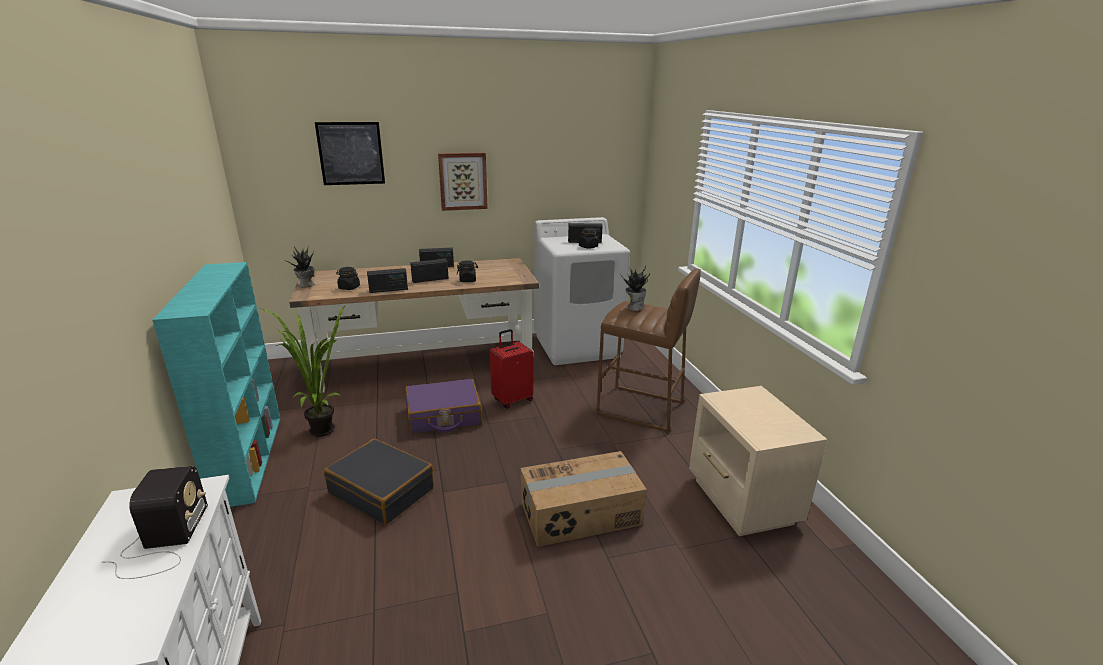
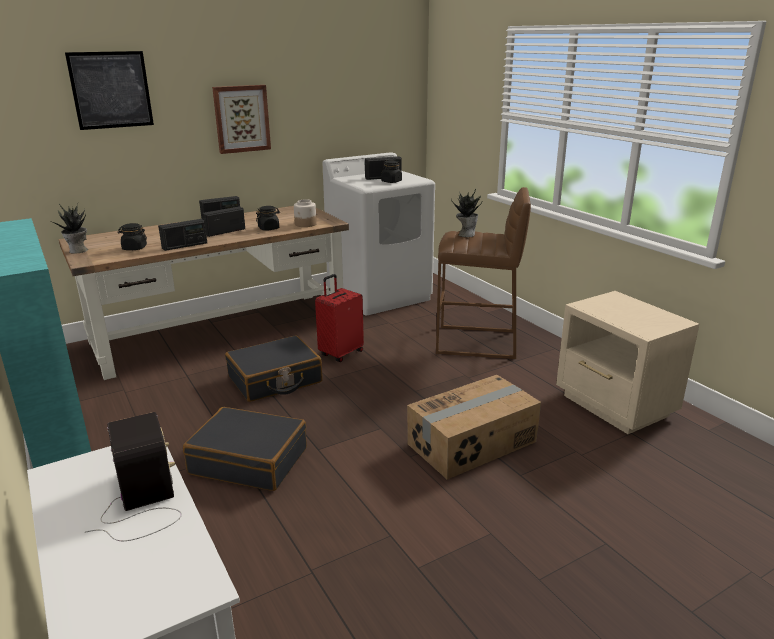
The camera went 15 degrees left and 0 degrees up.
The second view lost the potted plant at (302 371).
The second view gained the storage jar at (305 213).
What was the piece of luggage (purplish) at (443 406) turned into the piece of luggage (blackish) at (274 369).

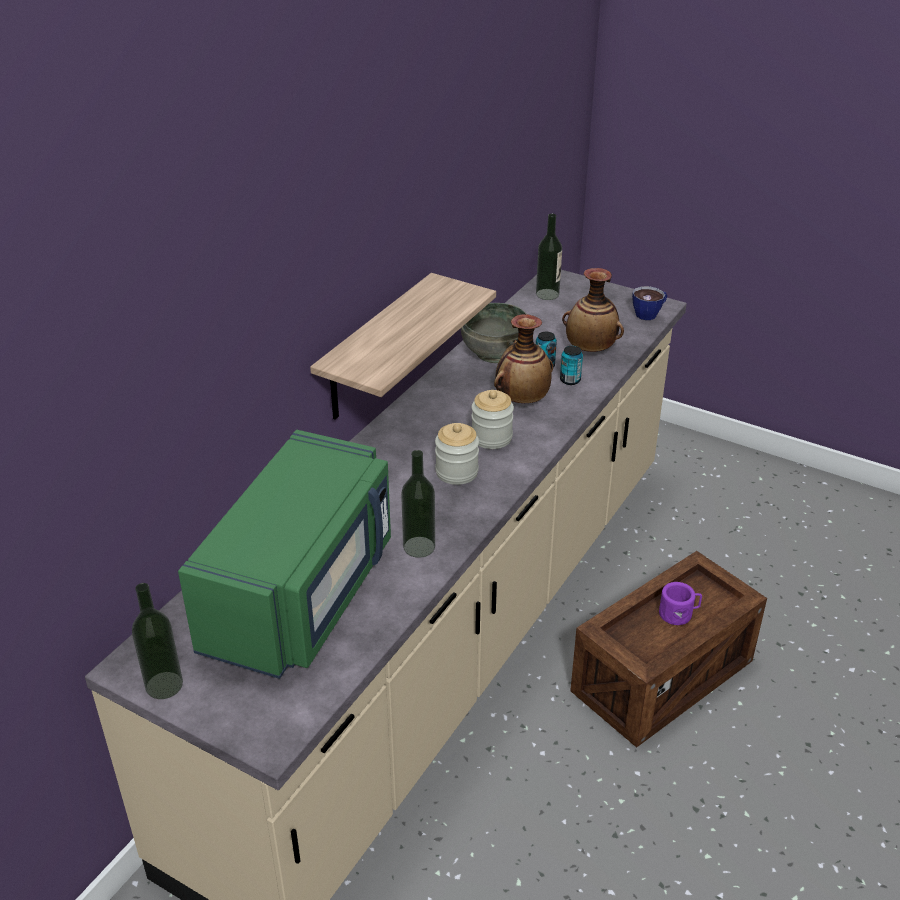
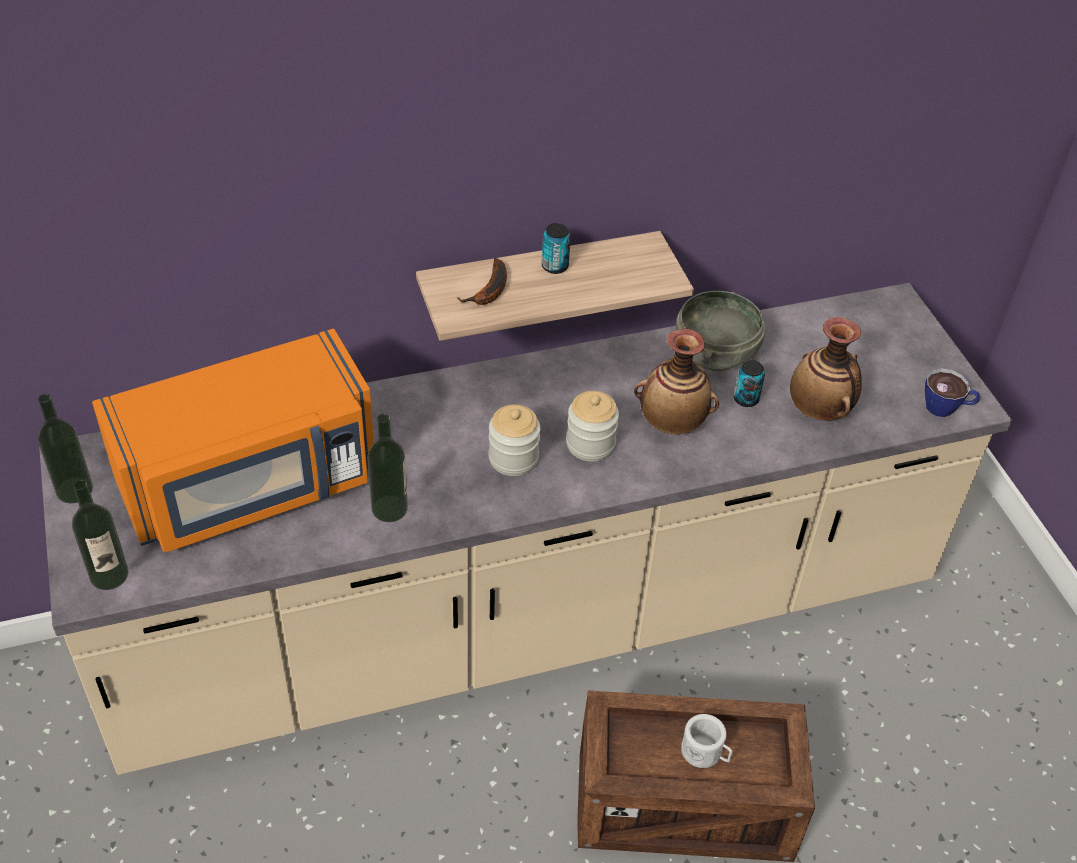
The camera went 40 degrees right and 10 degrees up.
The second view gained the banana at (482 281).
The beverage bottle ended up elsewhere, having gone from (549 257) to (100 535).
The sealed can ended up elsewhere, having gone from (571 365) to (556 248).
What was the microwave oven (green-coloured) at (284 554) turned into the microwave oven (orange-coloured) at (233 440).
What was the coffee mug (purplish) at (680 603) turned into the coffee mug (white-coloured) at (706 741).

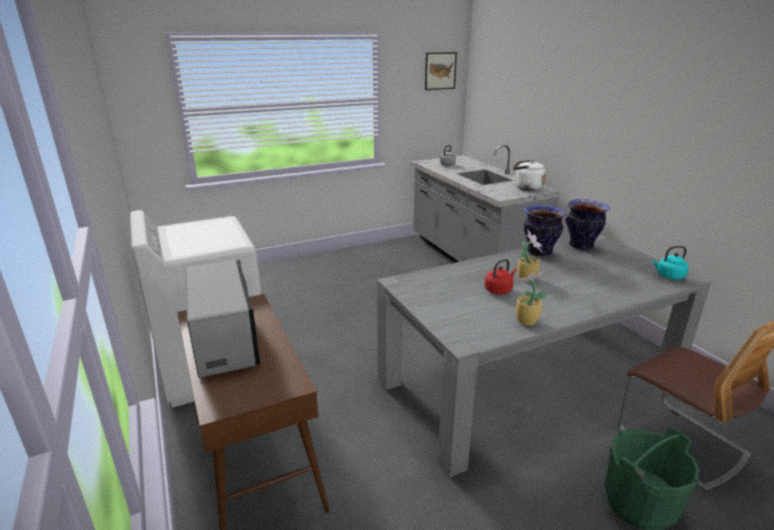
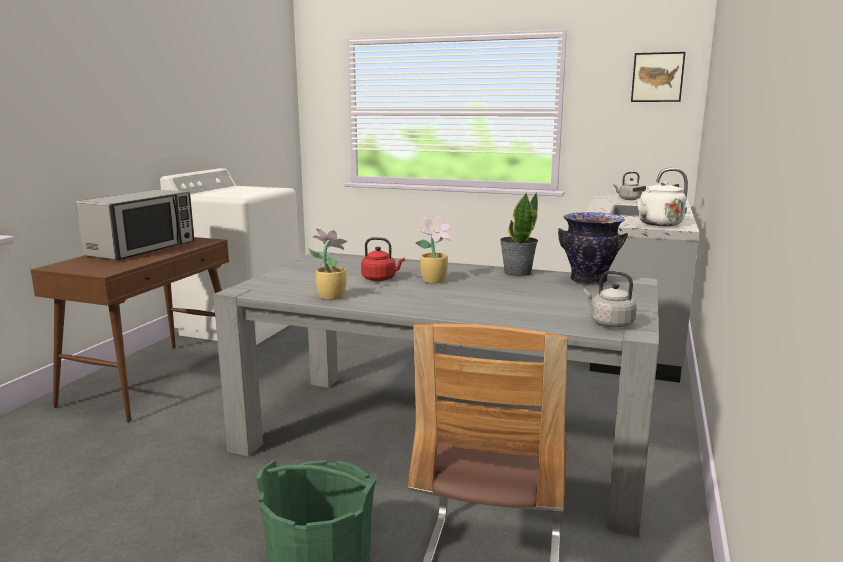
The camera went 45 degrees right and 10 degrees down.
Where the vase stood at (545 231), the potted plant came to stand at (519 234).
What was the kettle (turquoise-coloured) at (671 263) turned into the kettle (grey) at (610 299).

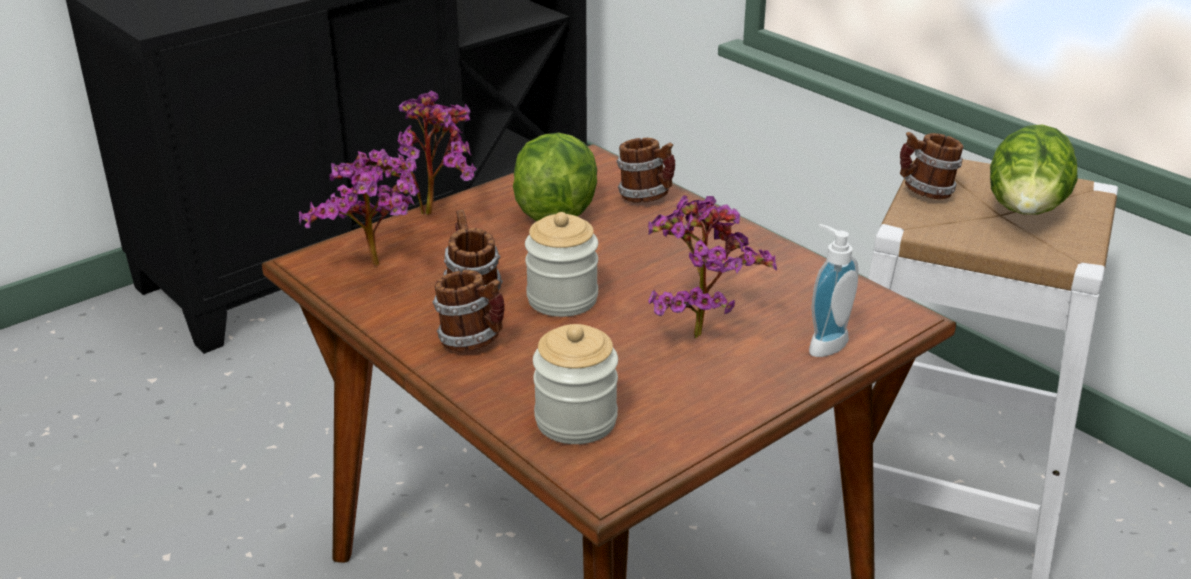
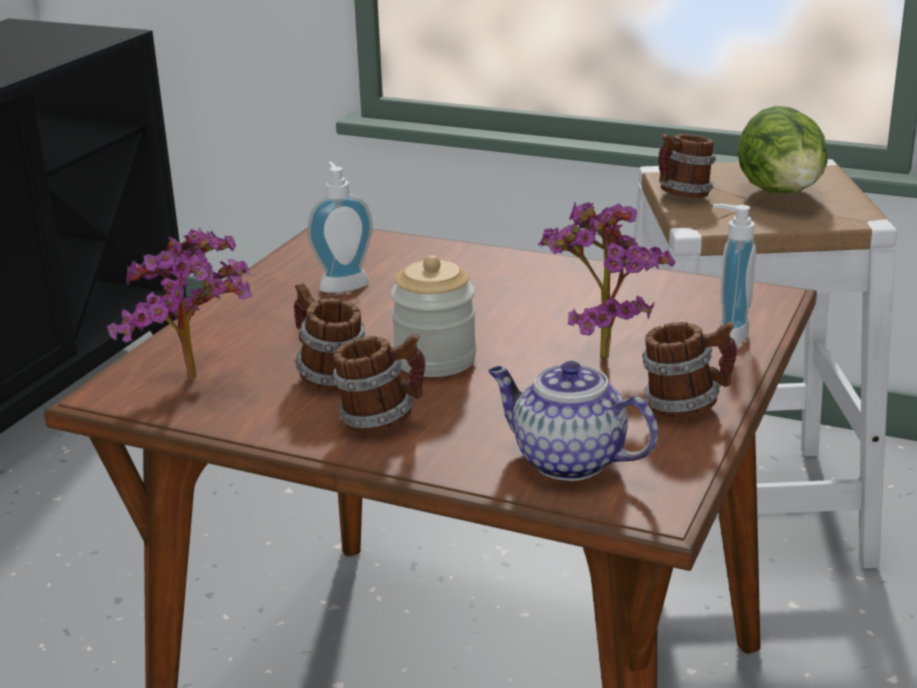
The camera went 25 degrees left and 5 degrees down.
The second view lost the potted plant at (430 152).
The coffee mug ended up elsewhere, having gone from (645 170) to (689 370).
Where the lettuce stood at (555 177), the liquid soap bottle came to stand at (340 227).
Where the storage jar stood at (575 384), the teapot came to stand at (573 421).

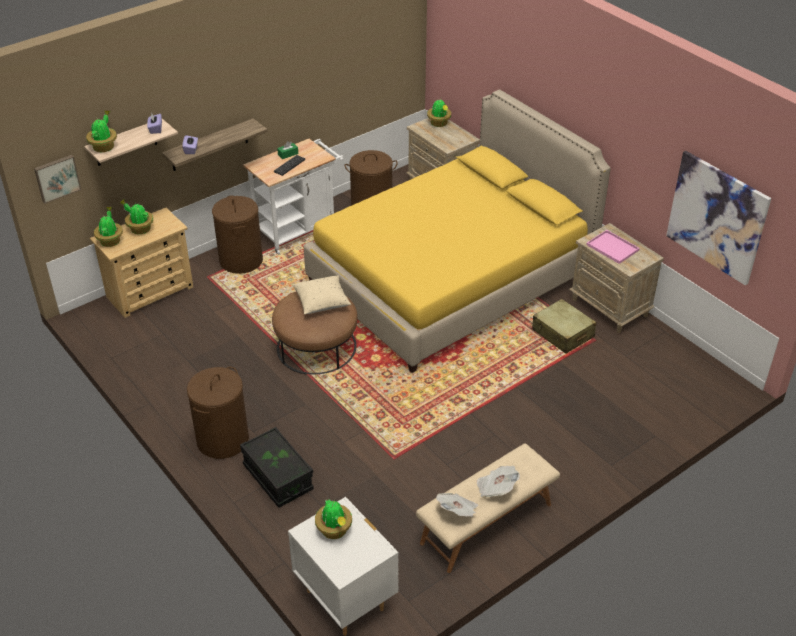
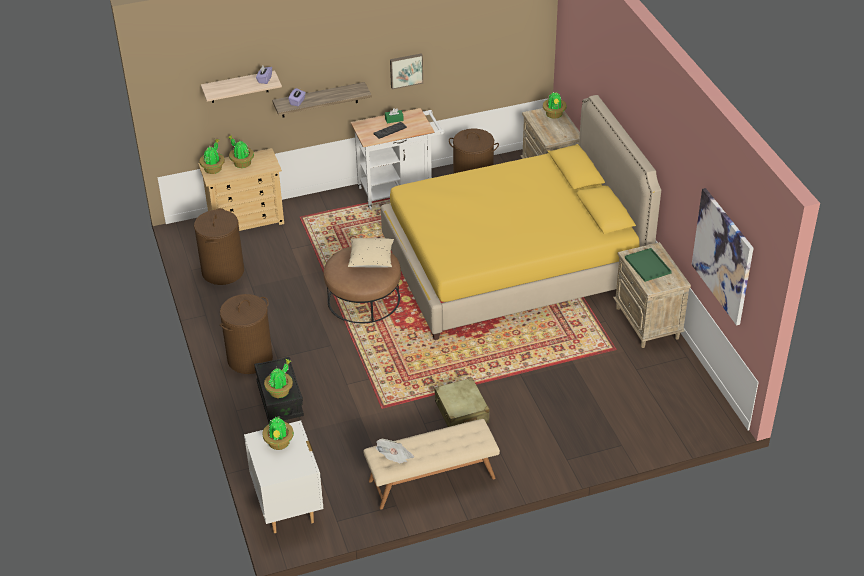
The camera went 20 degrees right and 0 degrees up.
The second view lost the printed paper at (498 481).
The wall picture ended up elsewhere, having gone from (57 179) to (406 71).
The potted plant ended up elsewhere, having gone from (101 131) to (278 378).
The laundry basket (brown-coloured) ended up elsewhere, having gone from (237 234) to (219 246).
The piece of luggage (beige-coloured) ended up elsewhere, having gone from (564 326) to (462 402).
What was the serving tray (pink) at (613 247) turned into the serving tray (green-coloured) at (648 265).

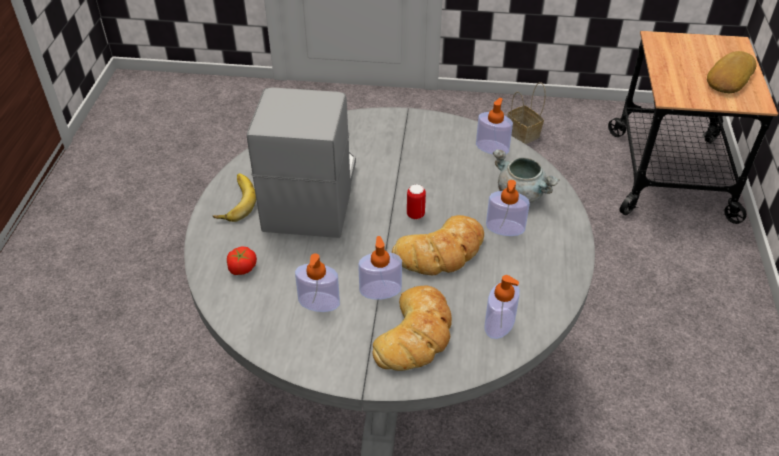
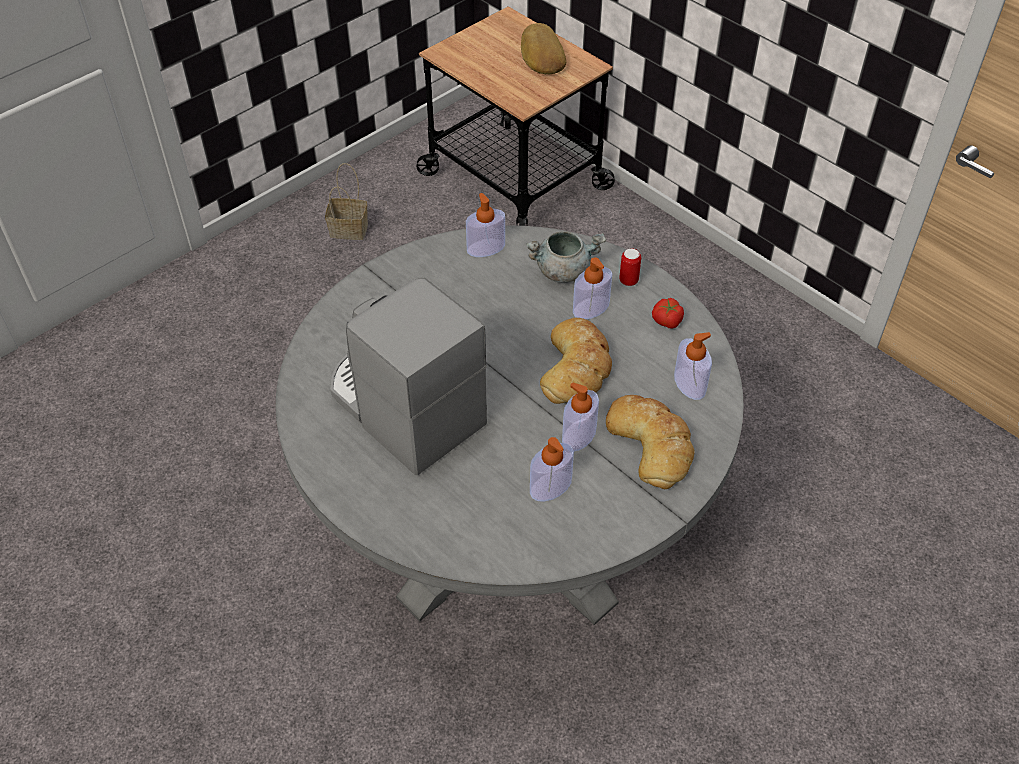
The camera went 50 degrees left and 5 degrees up.
The second view lost the banana at (234 197).
The whole tomato ended up elsewhere, having gone from (242 260) to (668 313).
The sealed can ended up elsewhere, having gone from (416 201) to (630 267).

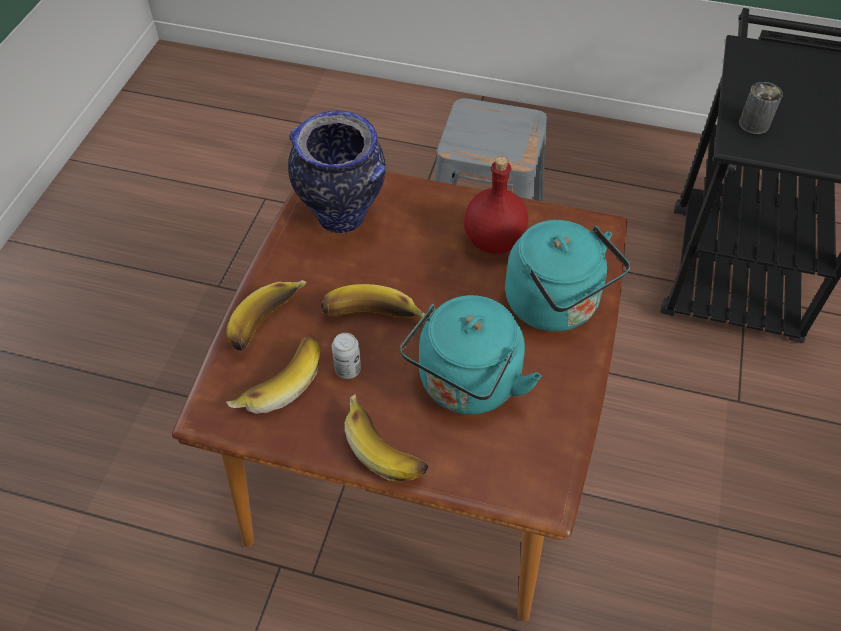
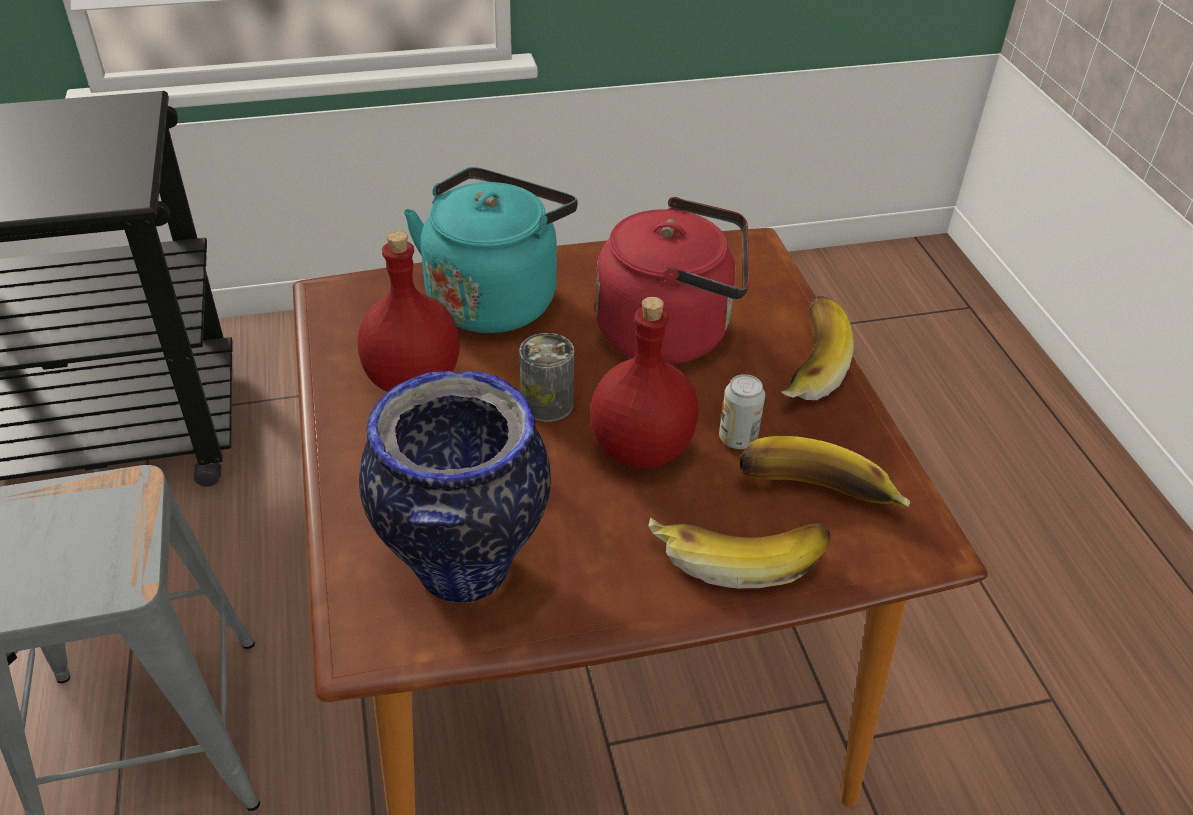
The camera went 120 degrees left and 10 degrees down.
The sealed can ended up elsewhere, having gone from (761 108) to (547 377).
Where the banana stood at (373 301), the beverage bottle (reddish) came to stand at (644 382).
What was the kettle (turquoise-coloured) at (470 355) turned into the kettle (reddish) at (672 280).

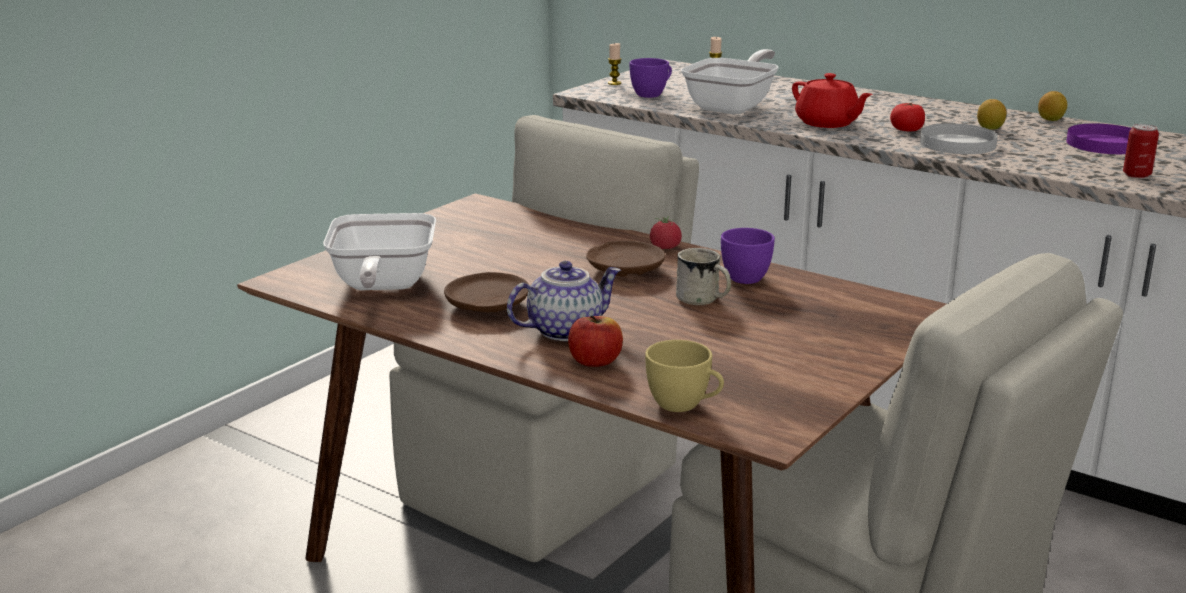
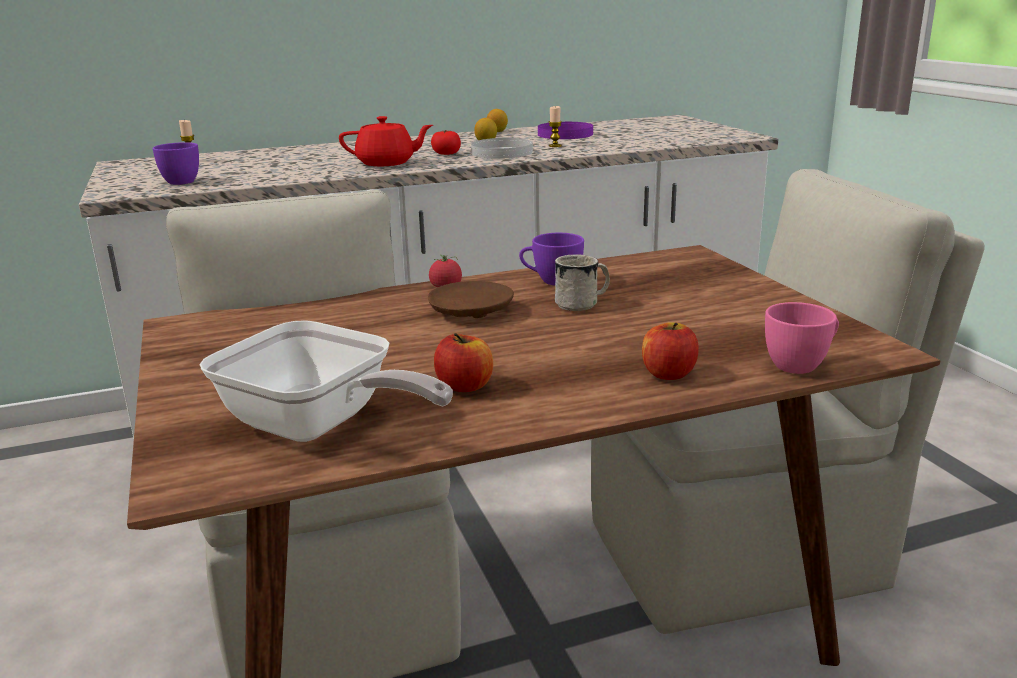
The camera went 55 degrees left and 0 degrees up.
The second view lost the teapot at (564 301).
The second view lost the skillet at (730 81).
The second view lost the sealed can at (1141 151).
The candle ended up elsewhere, having gone from (614 64) to (555 126).
Where the plate (brown-coloured) stood at (486 292), the whole apple came to stand at (463 362).
What was the cup (yellowish) at (684 376) turned into the cup (pink) at (802 338).

